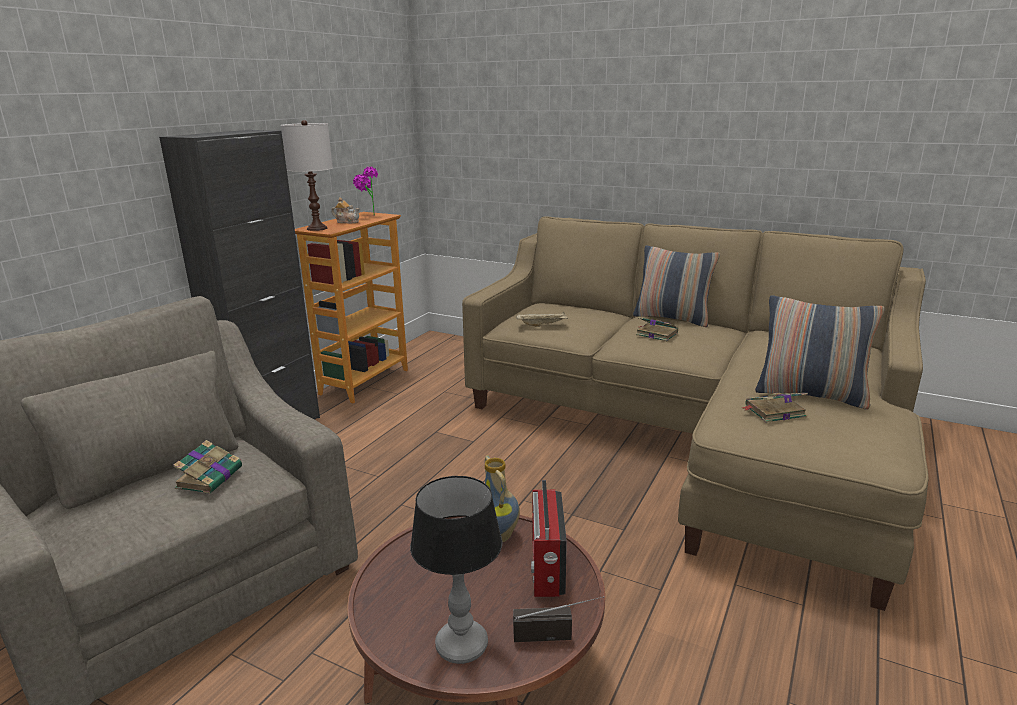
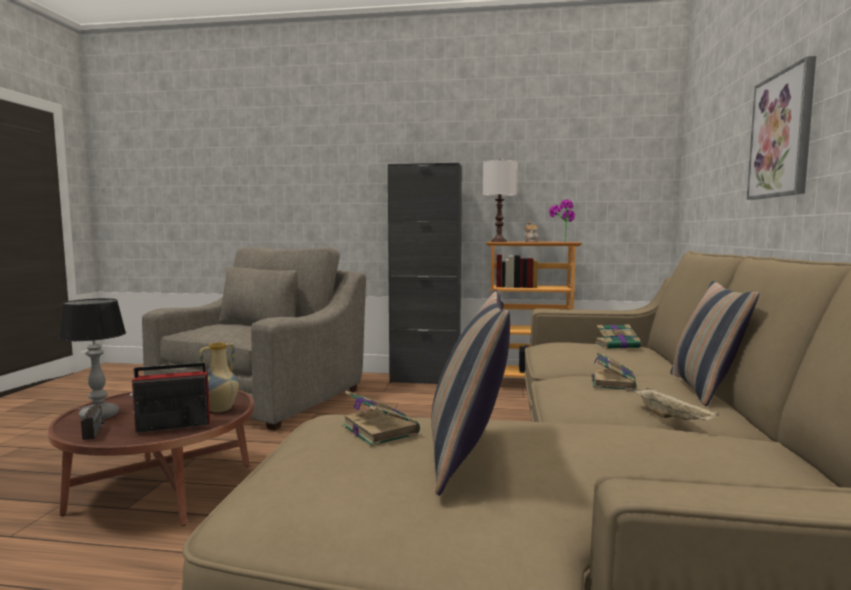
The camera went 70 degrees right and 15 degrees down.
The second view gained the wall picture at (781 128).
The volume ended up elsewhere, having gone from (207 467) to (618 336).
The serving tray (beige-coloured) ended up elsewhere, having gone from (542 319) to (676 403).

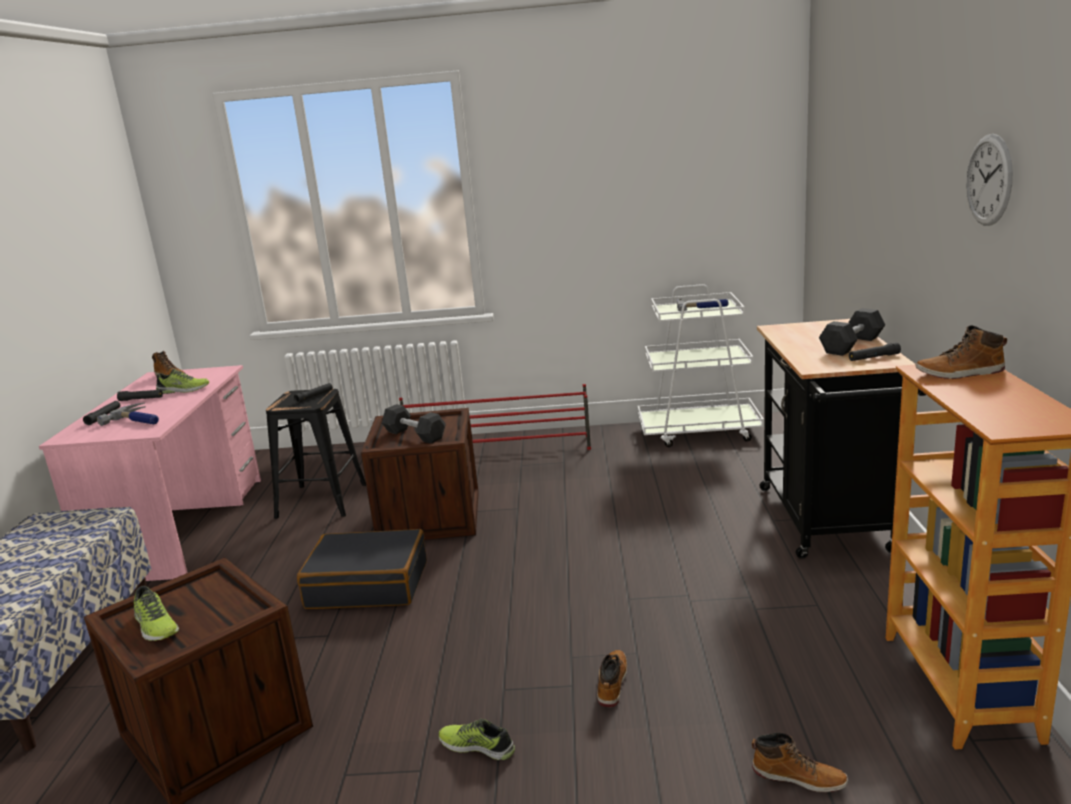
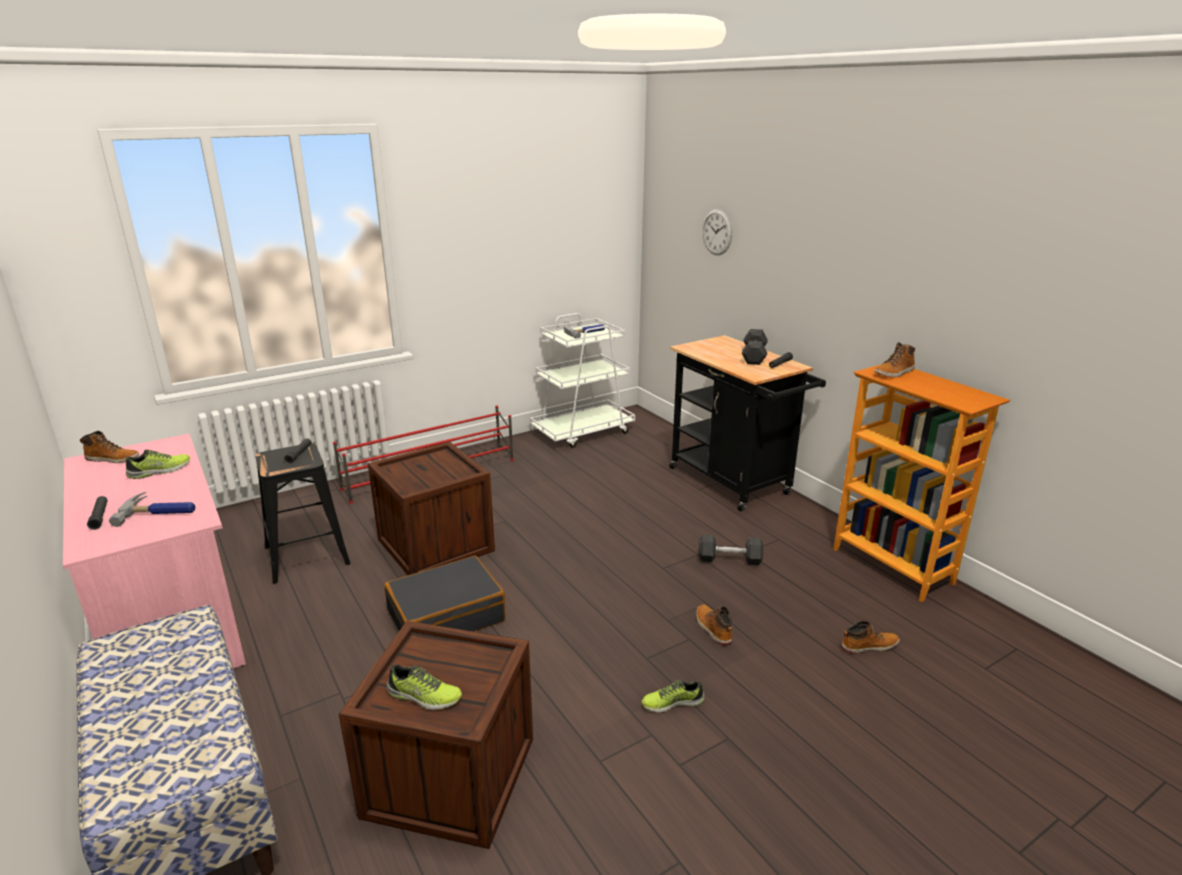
The camera went 35 degrees left and 5 degrees up.
The second view lost the torch (blackish) at (140 395).
The hand weight (grey) ended up elsewhere, having gone from (414 423) to (731 550).
The clock on the wall ended up elsewhere, having gone from (989 180) to (717 232).

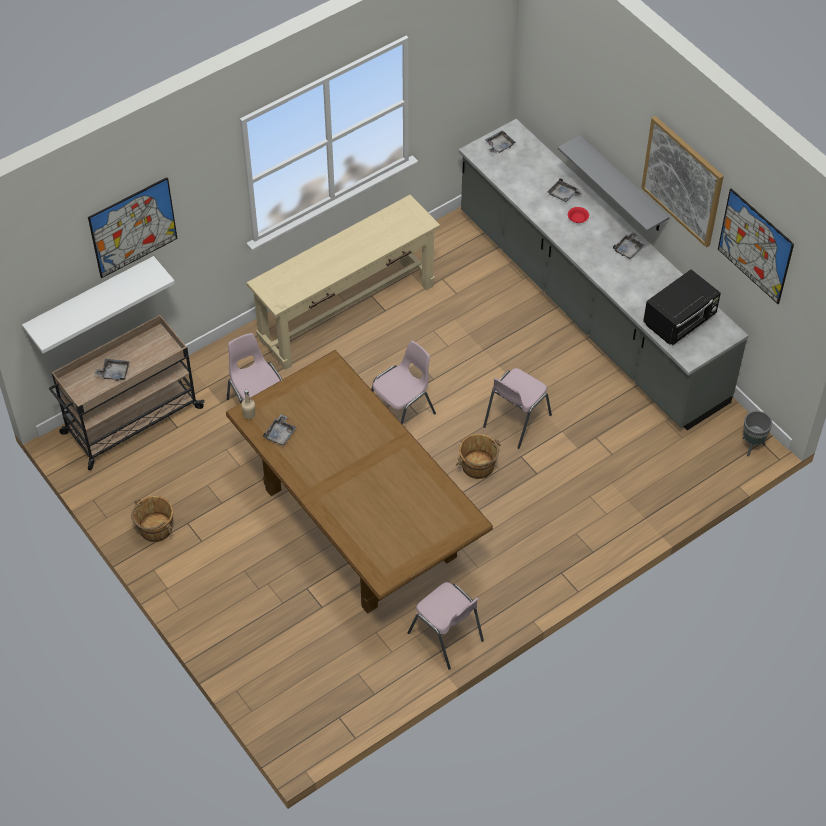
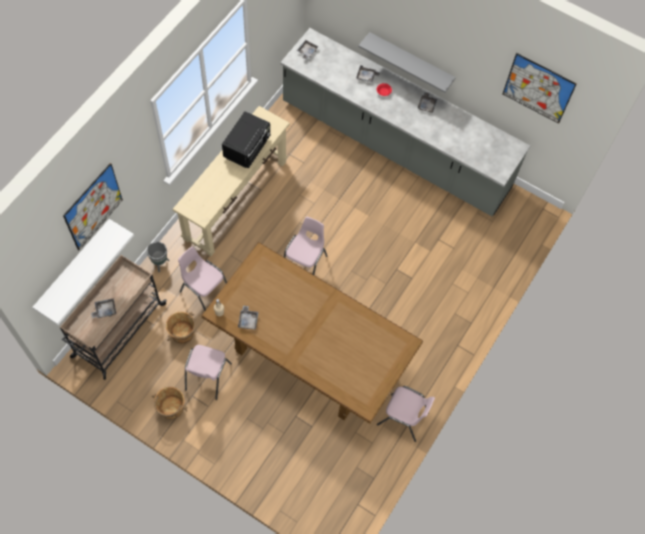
The camera went 25 degrees left and 10 degrees up.
The second view lost the wall picture at (682 182).
The bucket (brown-coloured) ended up elsewhere, having gone from (478 456) to (181 328).
The upright chair (pink) ended up elsewhere, having gone from (517 408) to (208 372).
The microwave oven (blackish) ended up elsewhere, having gone from (682 307) to (246 140).
The planter (grey) ended up elsewhere, having gone from (757 433) to (158 257).

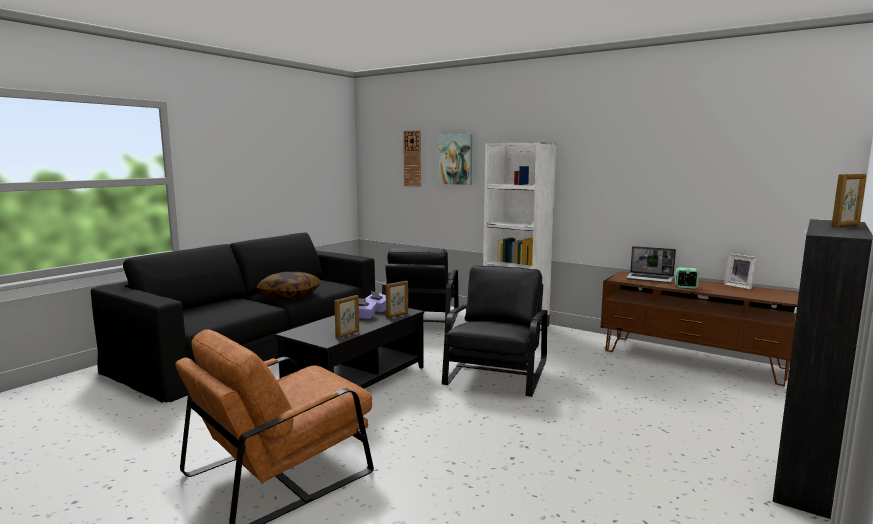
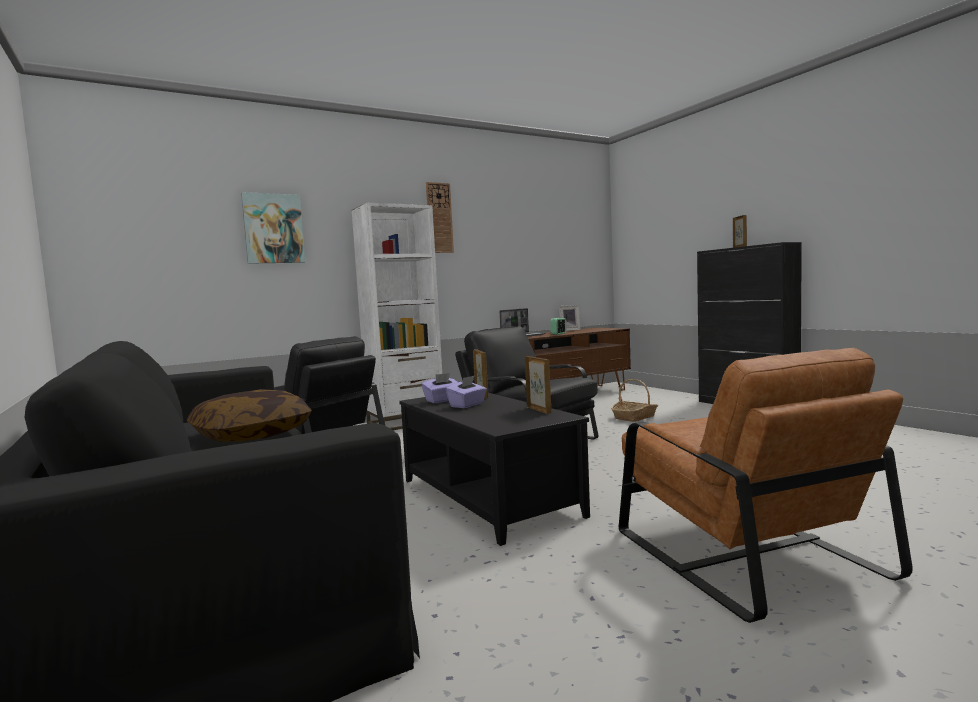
The camera went 65 degrees left and 5 degrees down.
The second view gained the household basket at (634 400).
The clock on the wall ended up elsewhere, having gone from (412 158) to (440 217).

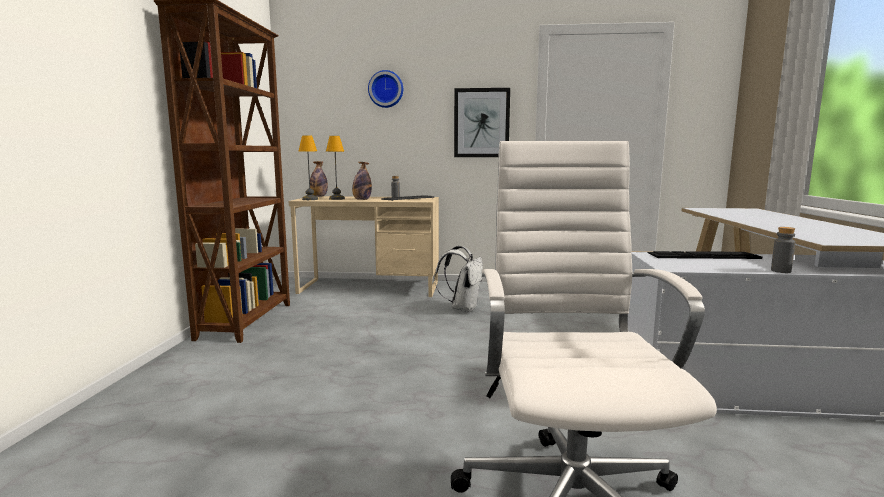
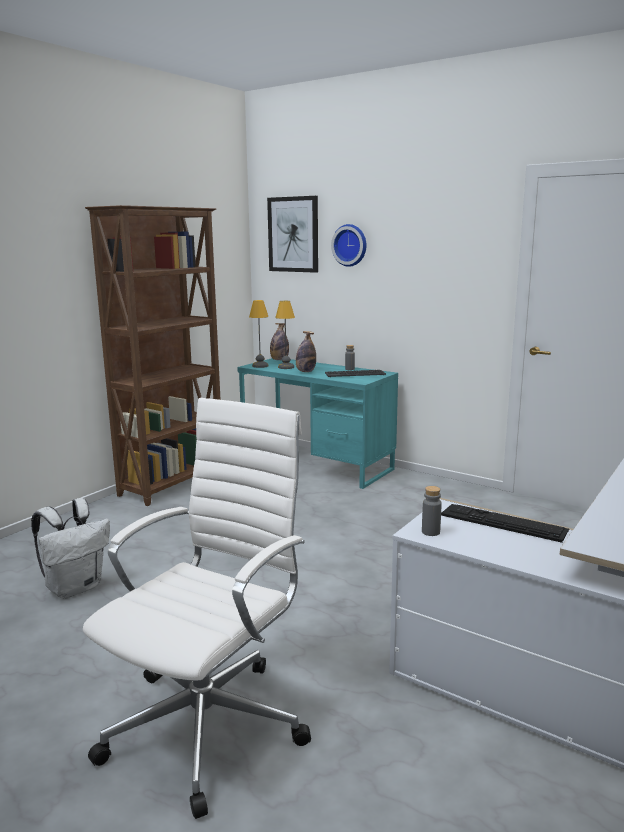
The camera went 30 degrees right and 5 degrees up.
The rucksack (white-coloured) ended up elsewhere, having gone from (459 279) to (70 548).
The wall picture ended up elsewhere, having gone from (482 122) to (292 234).
The beverage bottle (grey) ended up elsewhere, having gone from (783 250) to (432 511).
What was the desk unit (beige-coloured) at (364 246) turned into the desk unit (turquoise-coloured) at (317 423).

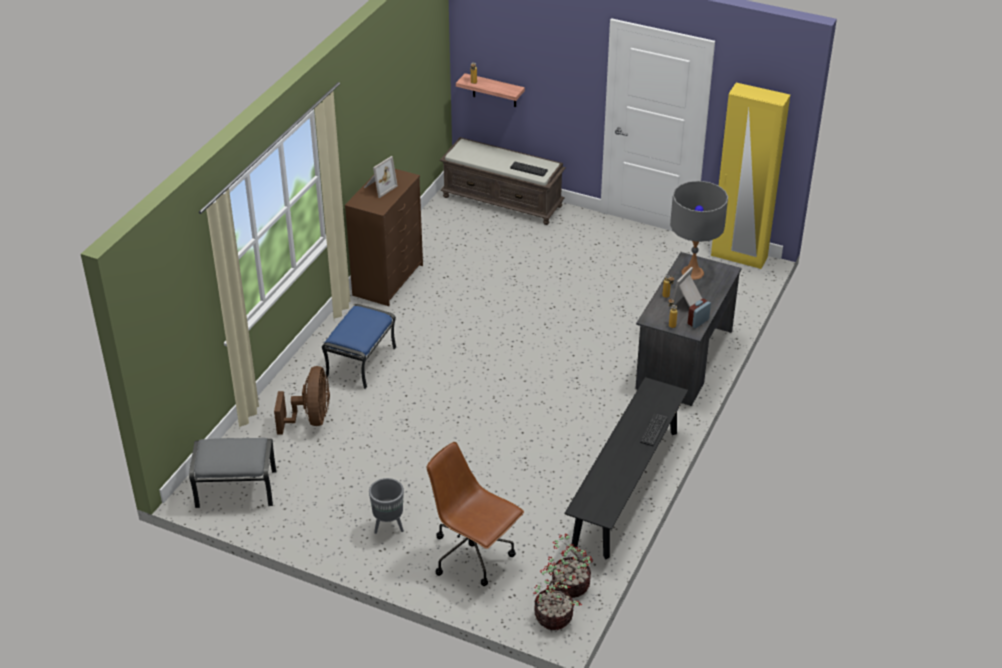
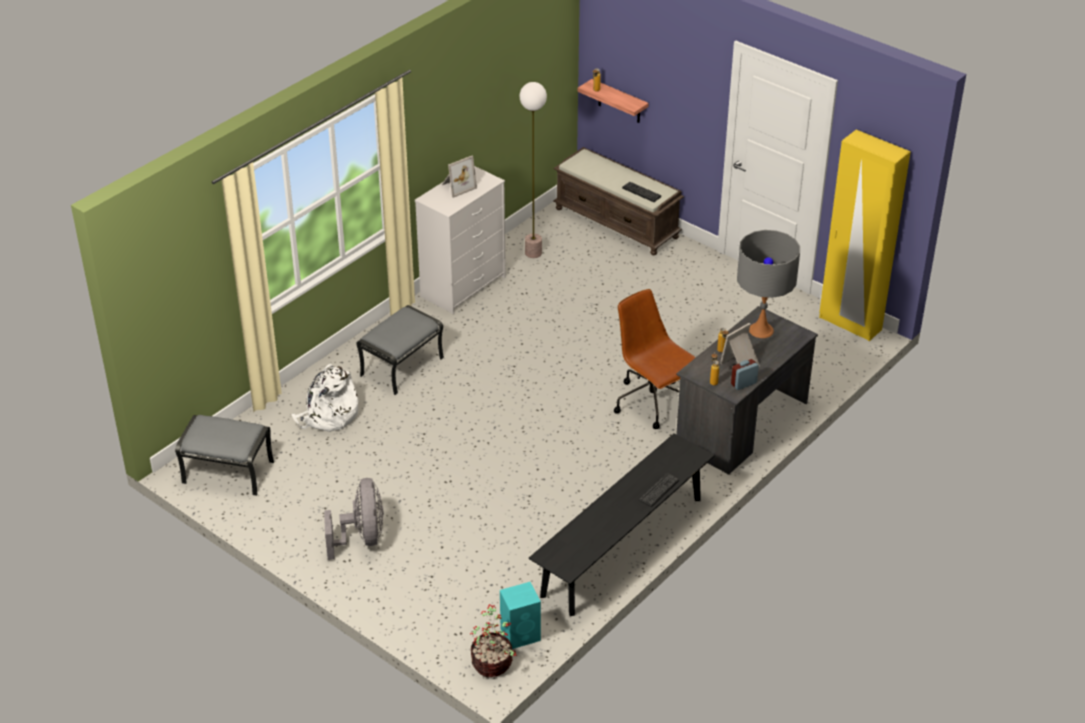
The camera went 15 degrees right and 0 degrees up.
The second view gained the standard lamp at (533 170).
The computer chair (brown-coloured) ended up elsewhere, having gone from (475 514) to (655 359).
Where the fan (brown-coloured) stood at (302 400), the rucksack (white-coloured) came to stand at (324 398).
Where the planter (grey) stood at (386 506), the fan (grey) came to stand at (354 519).
Where the potted plant stood at (568 565), the loudspeaker (turquoise-coloured) came to stand at (520 615).
What was the ottoman (blue) at (359 346) turned into the ottoman (grey) at (400 350).
What was the dresser (brown-coloured) at (384 237) turned into the dresser (white-coloured) at (460 240).

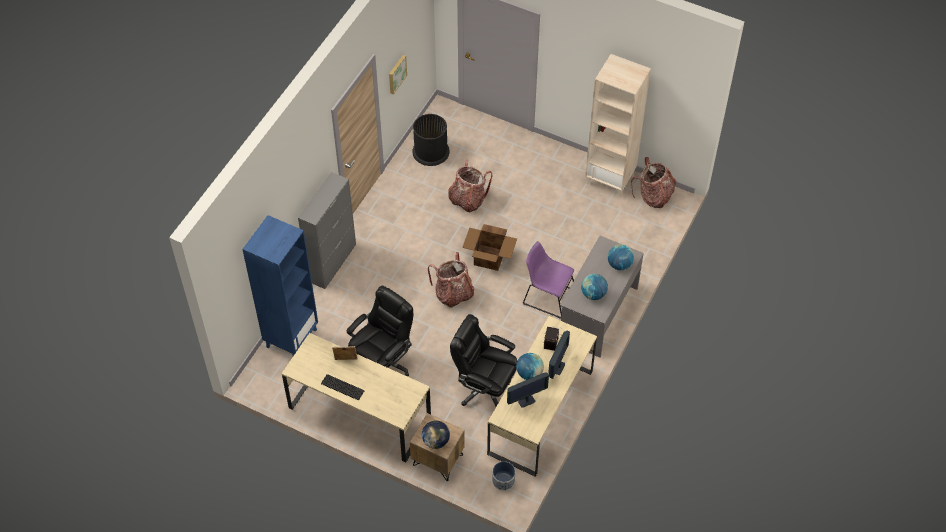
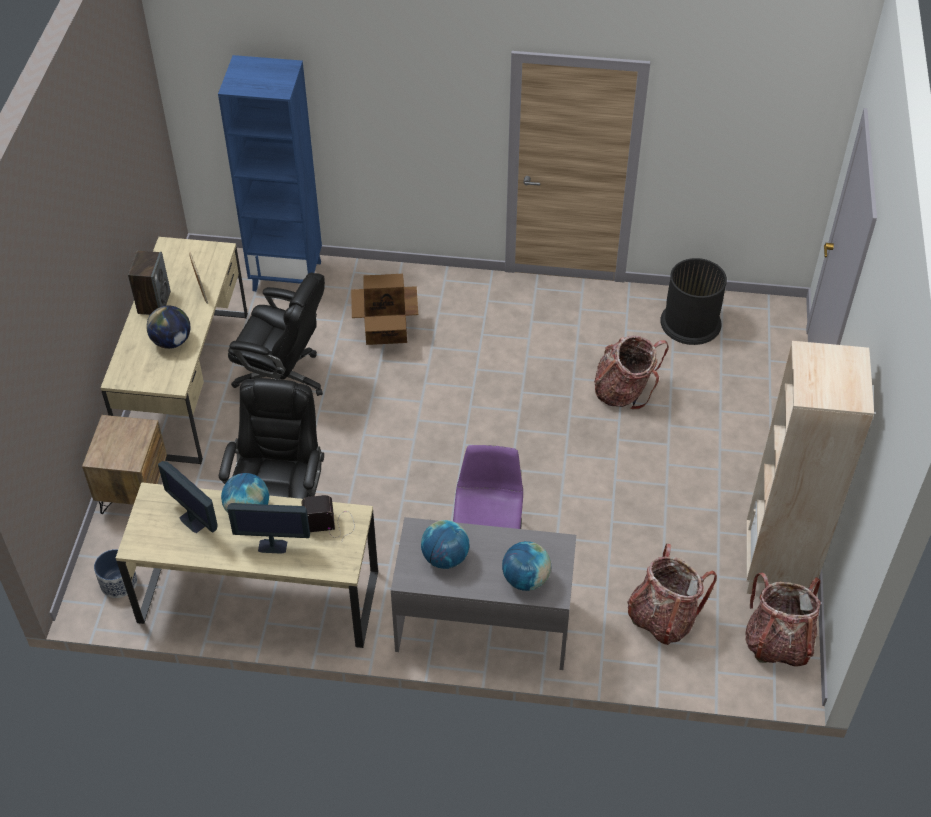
The camera went 70 degrees right and 5 degrees down.
The second view lost the storage cabinet (grey) at (327 230).
The second view lost the wall picture at (398 75).
The world globe ended up elsewhere, having gone from (436 435) to (168 327).
The rucksack ended up elsewhere, having gone from (451 280) to (672 594).
The carton ended up elsewhere, having gone from (489 247) to (384 309).
Where the computer keyboard stood at (343 387), the loudspeaker came to stand at (149 283).

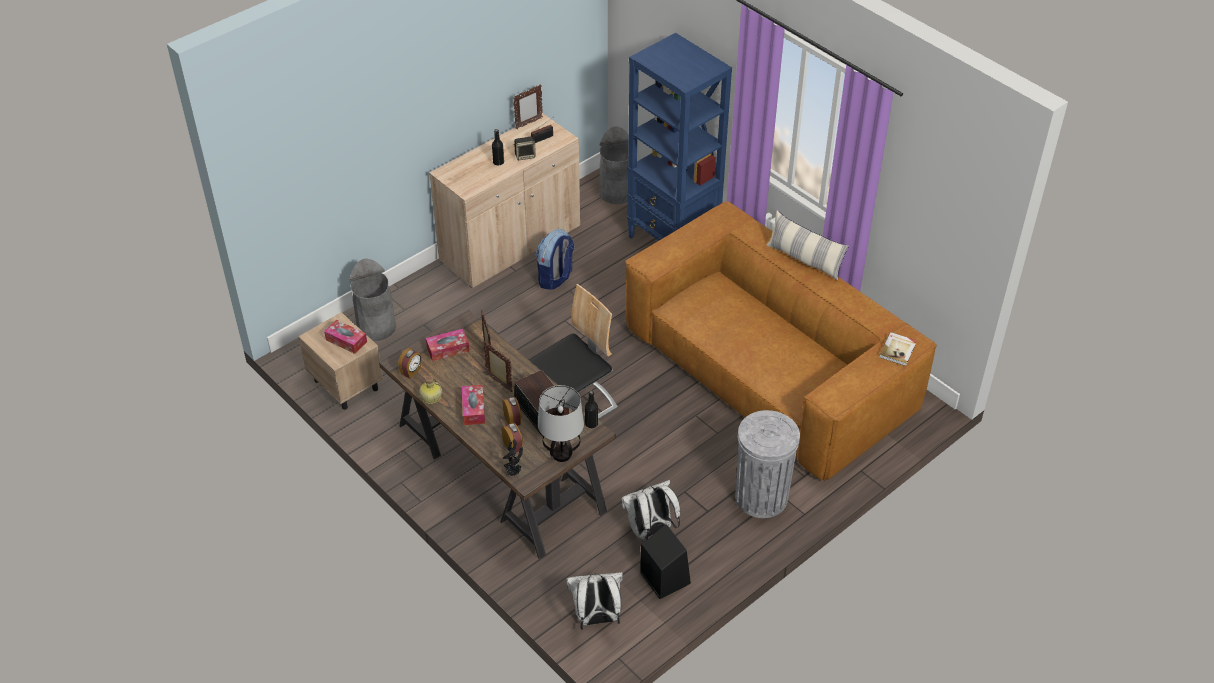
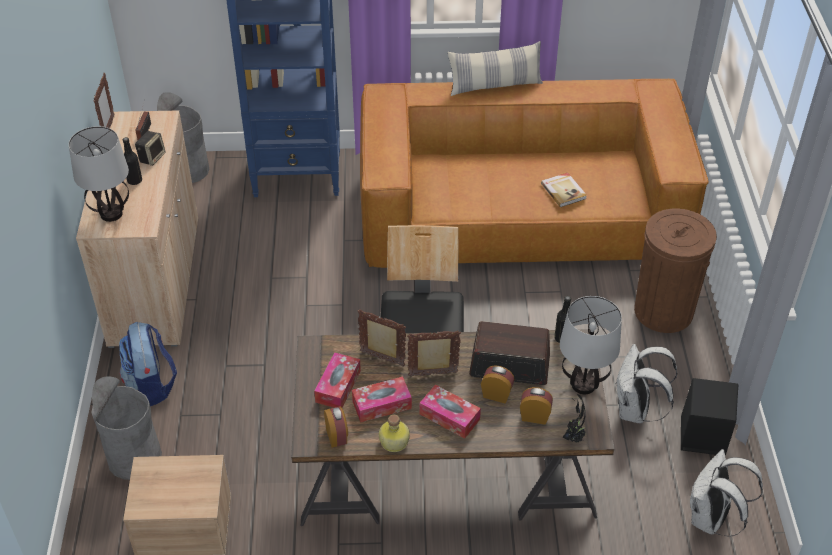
The camera went 50 degrees left and 0 degrees up.
The second view gained the table lamp at (99 174).
The tissue box ended up elsewhere, having gone from (345 337) to (382 399).
The rucksack ended up elsewhere, having gone from (555 259) to (148 363).
The volume ended up elsewhere, having gone from (898 349) to (564 190).
What was the waste bin (grey) at (767 464) turned into the waste bin (brown-coloured) at (675 270).

